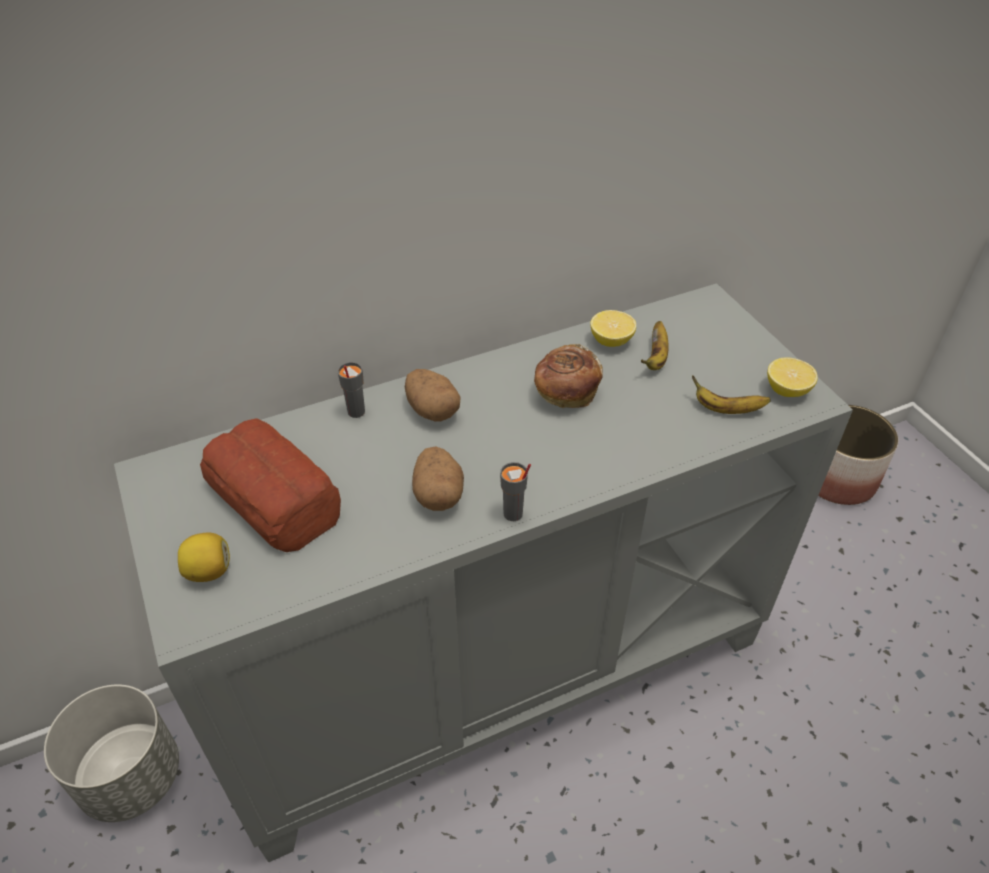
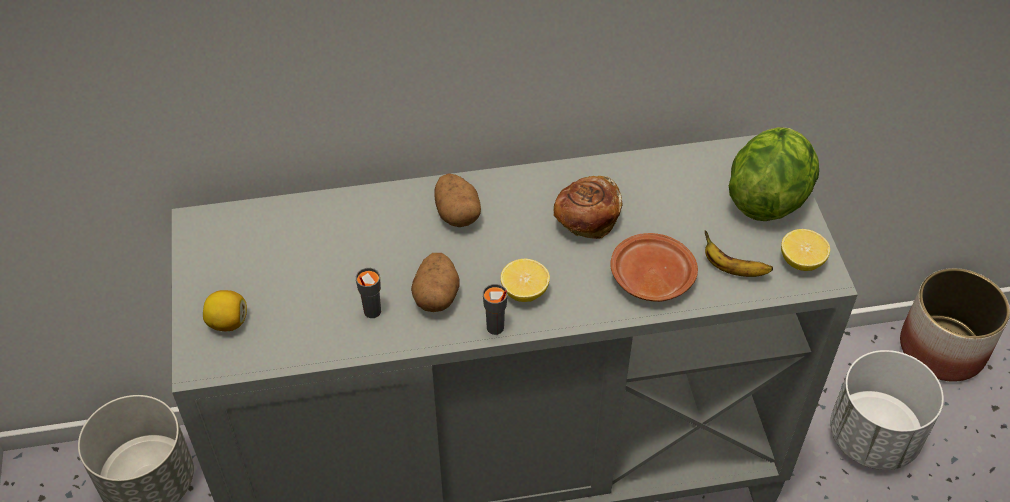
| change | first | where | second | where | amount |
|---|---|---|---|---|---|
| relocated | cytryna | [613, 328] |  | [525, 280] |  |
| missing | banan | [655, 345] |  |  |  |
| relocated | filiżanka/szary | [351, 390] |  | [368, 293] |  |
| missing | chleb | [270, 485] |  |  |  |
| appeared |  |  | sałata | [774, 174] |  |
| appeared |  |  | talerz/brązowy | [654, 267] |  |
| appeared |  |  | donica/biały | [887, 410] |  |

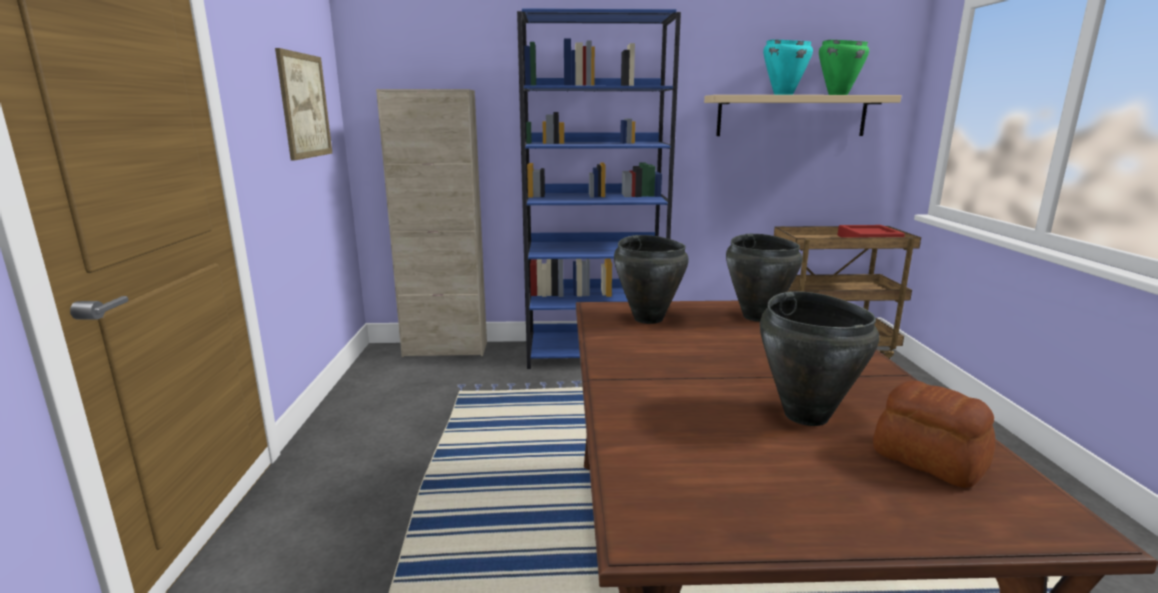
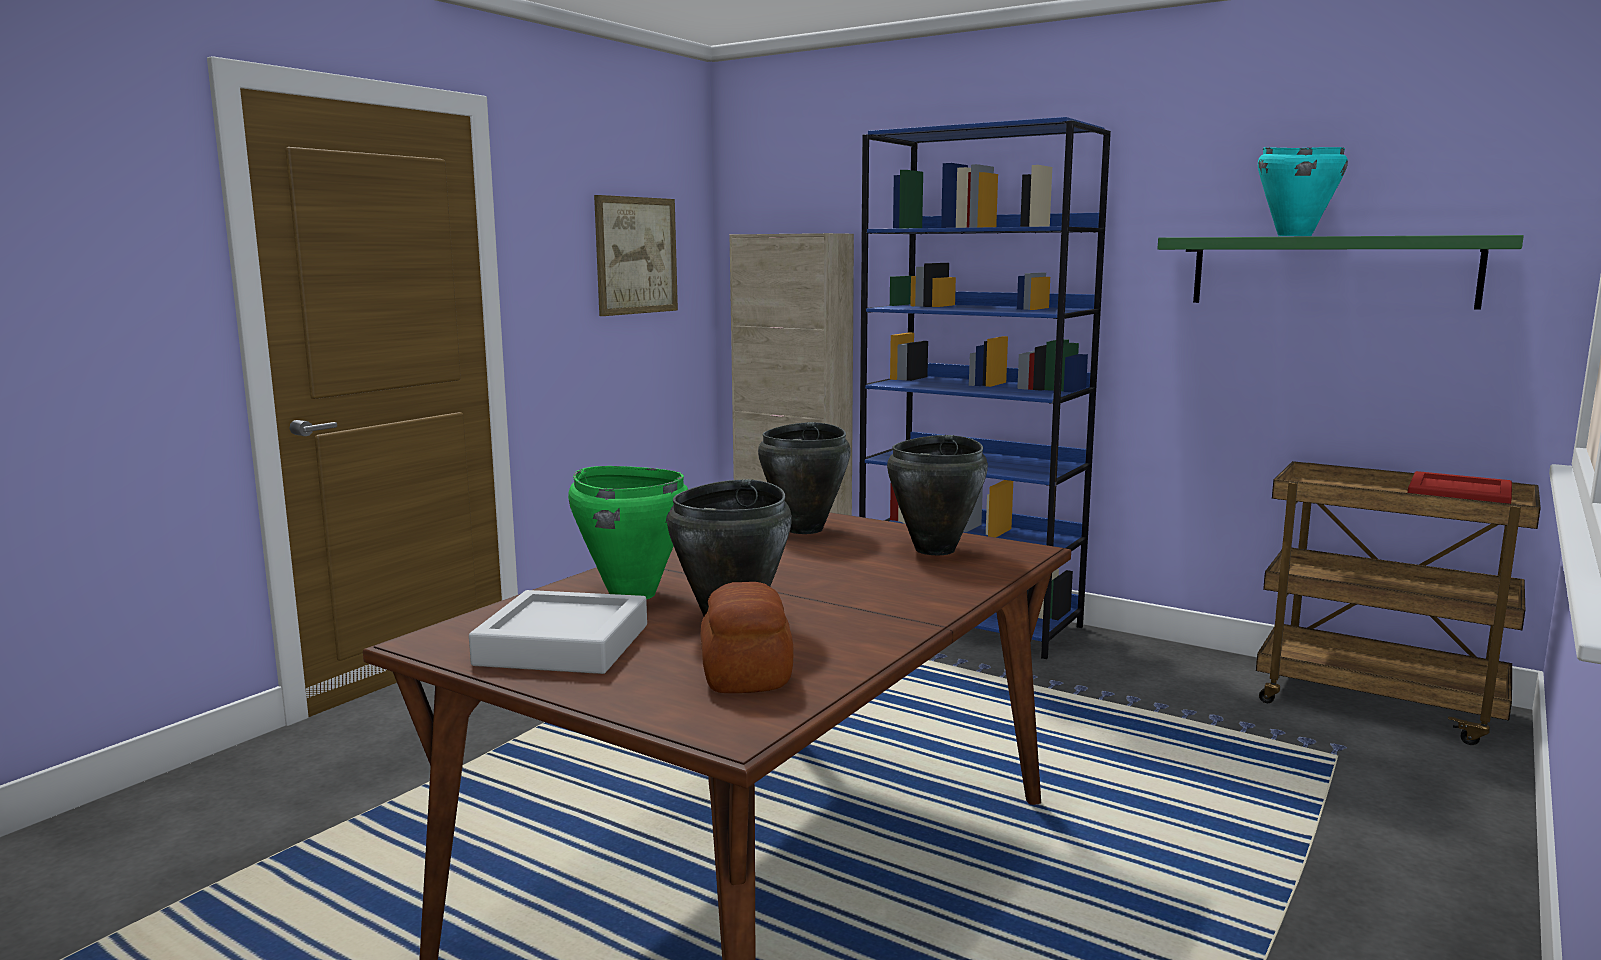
| change | first | where | second | where | amount |
|---|---|---|---|---|---|
| relocated | garnek/zielony | [844, 67] |  | [628, 532] |  |
| colour | półka/beżowy | [803, 115] | półka/zielony | [1340, 272] |  |
| appeared |  |  | taca/szary | [558, 632] |  |

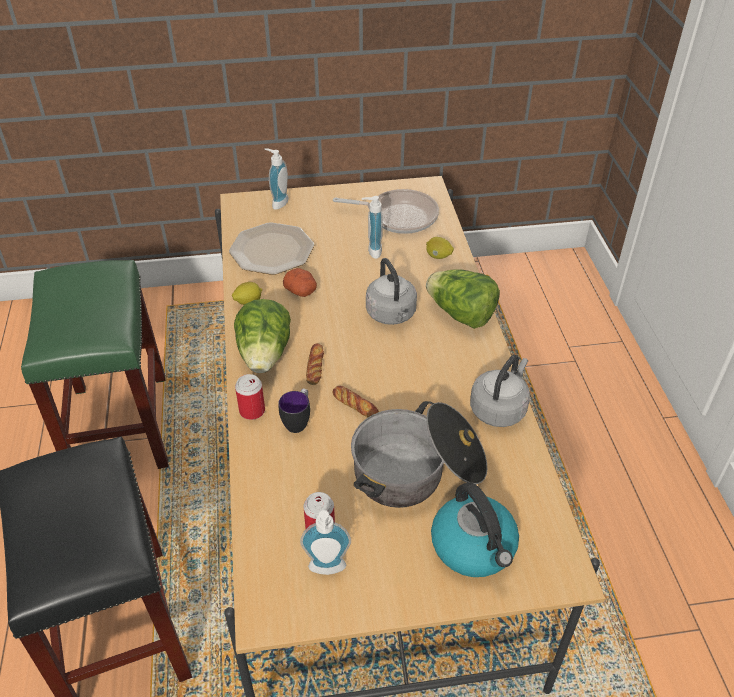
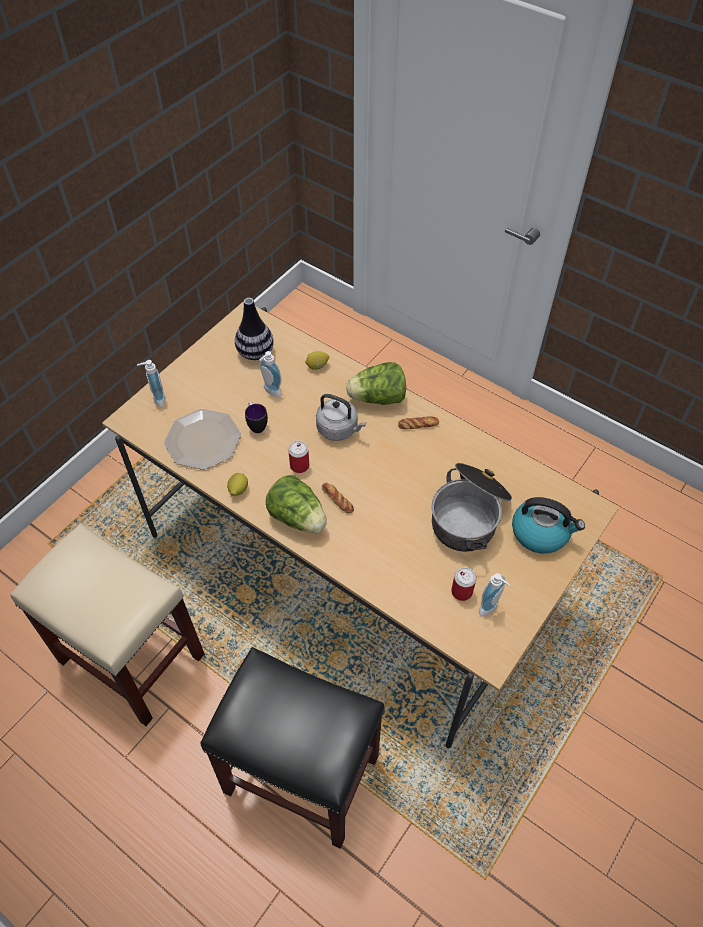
| change | first | where | second | where | amount |
|---|---|---|---|---|---|
| exchanged | patelnia | [386, 211] | wazon | [254, 329] |  |
| colour | stołek/zielony | [94, 364] | stołek/beżowy | [107, 625] |  |
| missing | ziemniak | [300, 282] |  |  |  |
| missing | czajnik/szary | [500, 391] |  |  |  |
| relocated | puszka | [250, 397] |  | [298, 457] |  |
| relocated | chleb | [355, 401] |  | [418, 422] |  |
| relocated | kubek | [294, 411] |  | [256, 417] |  |

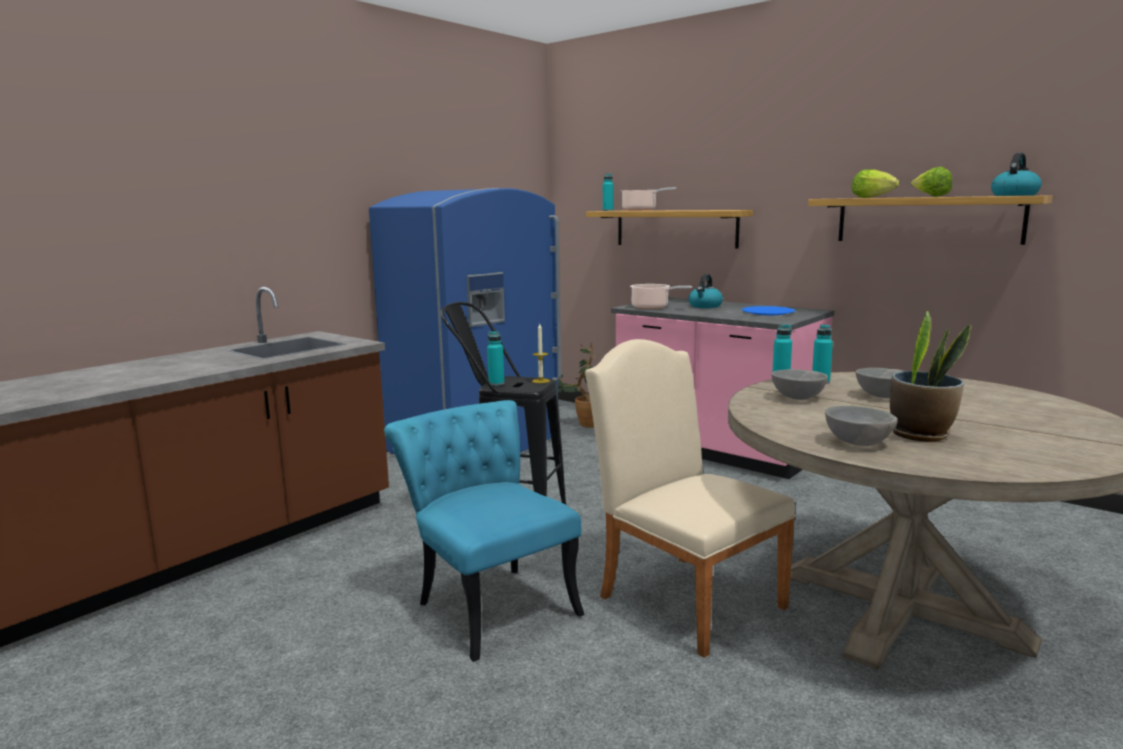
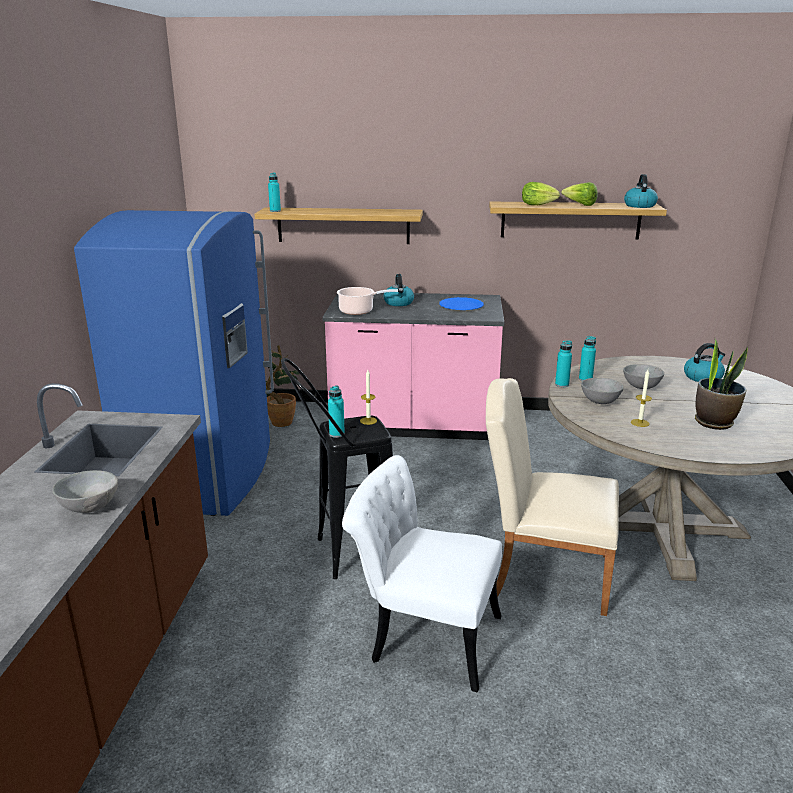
| change | first | where | second | where | amount |
|---|---|---|---|---|---|
| missing | garnek | [649, 199] |  |  |  |
| colour | krzesło/turkusowy | [484, 531] | krzesło/biały | [422, 573] |  |
| relocated | miska/szary | [861, 426] |  | [85, 491] |  |
| appeared |  |  | czajnik | [704, 362] |  |
| appeared |  |  | świeca | [641, 398] |  |

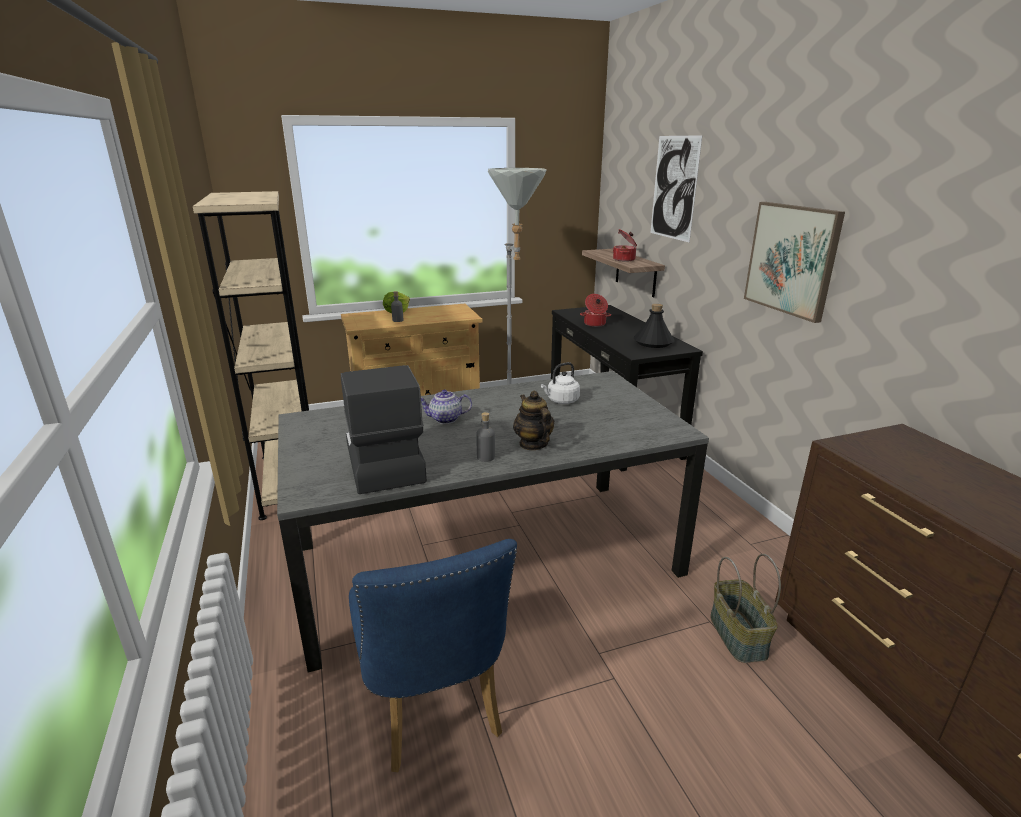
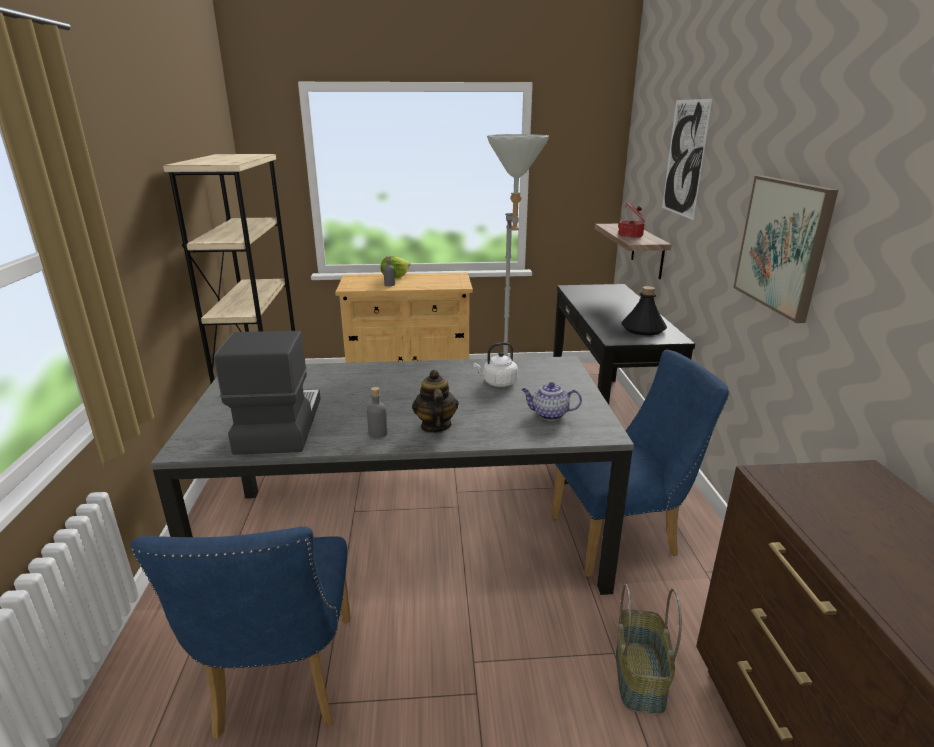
| change | first | where | second | where | amount |
|---|---|---|---|---|---|
| missing | garnek | [595, 310] |  |  |  |
| relocated | imbryk | [446, 407] |  | [552, 401] |  |
| appeared |  |  | krzesło/niebieski | [640, 463] |  |

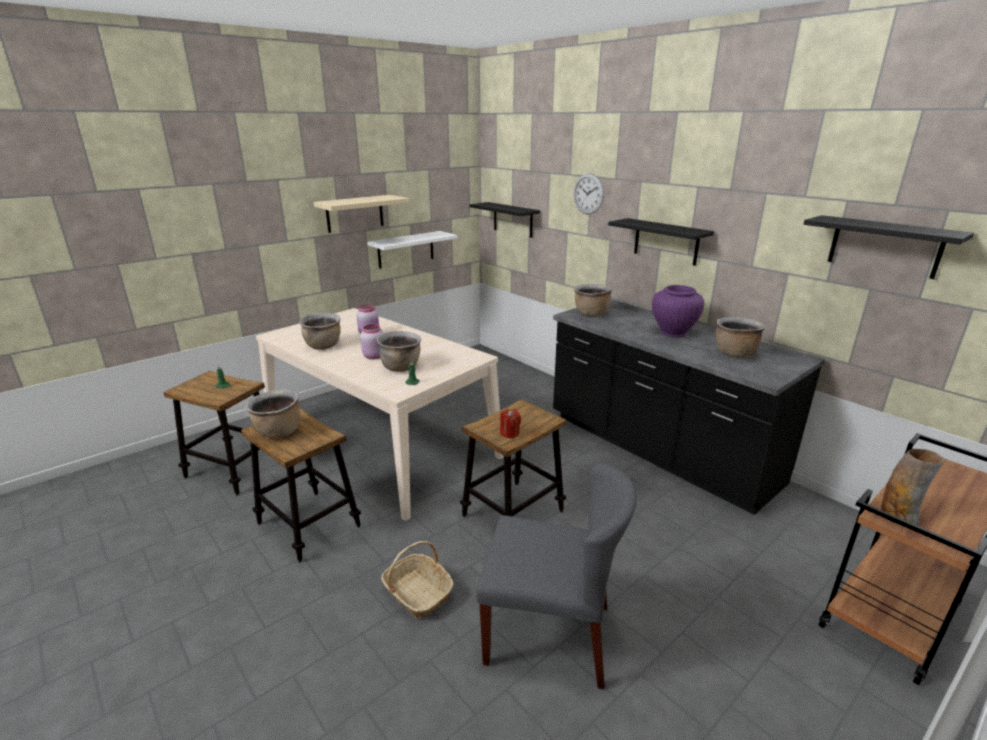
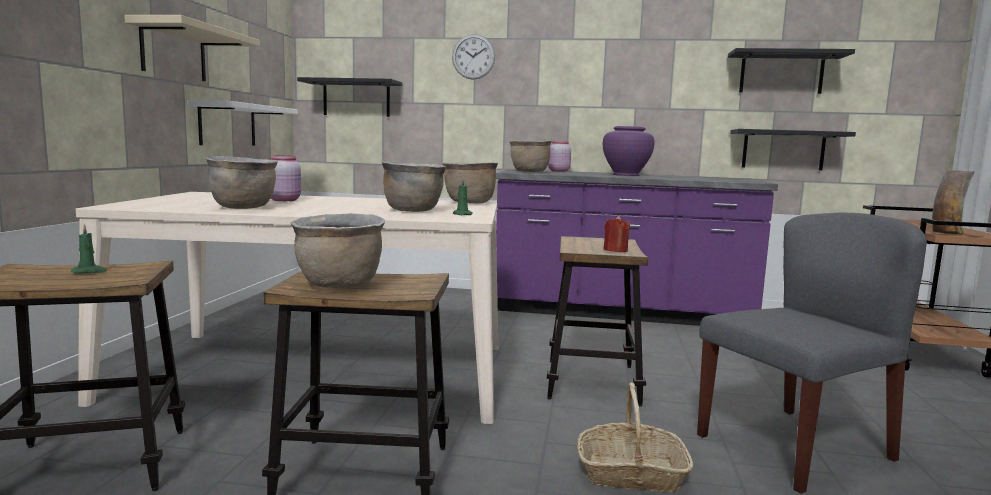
| change | first | where | second | where | amount |
|---|---|---|---|---|---|
| relocated | półka/czarny | [661, 242] |  | [793, 149] |  |
| colour | zabudowa kuchenna/czarny | [689, 407] | zabudowa kuchenna/fioletowy | [637, 247] |  |
| relocated | garnek/brązowy | [740, 337] |  | [470, 183] |  |
| relocated | słoik/różowy | [372, 342] |  | [559, 156] |  |

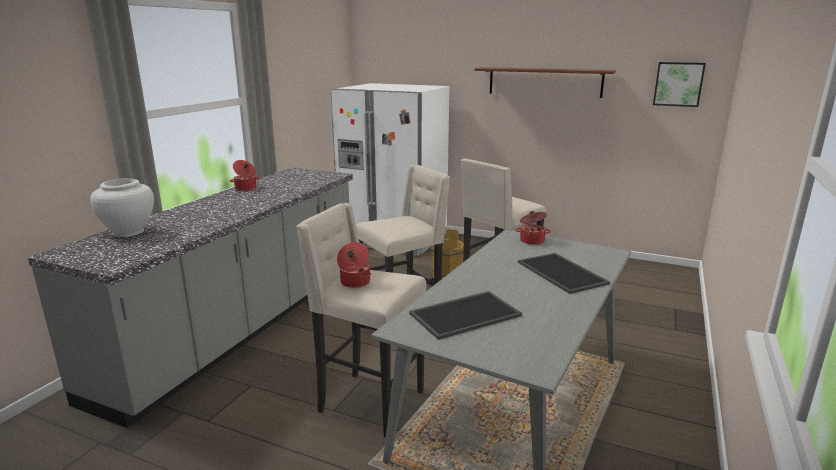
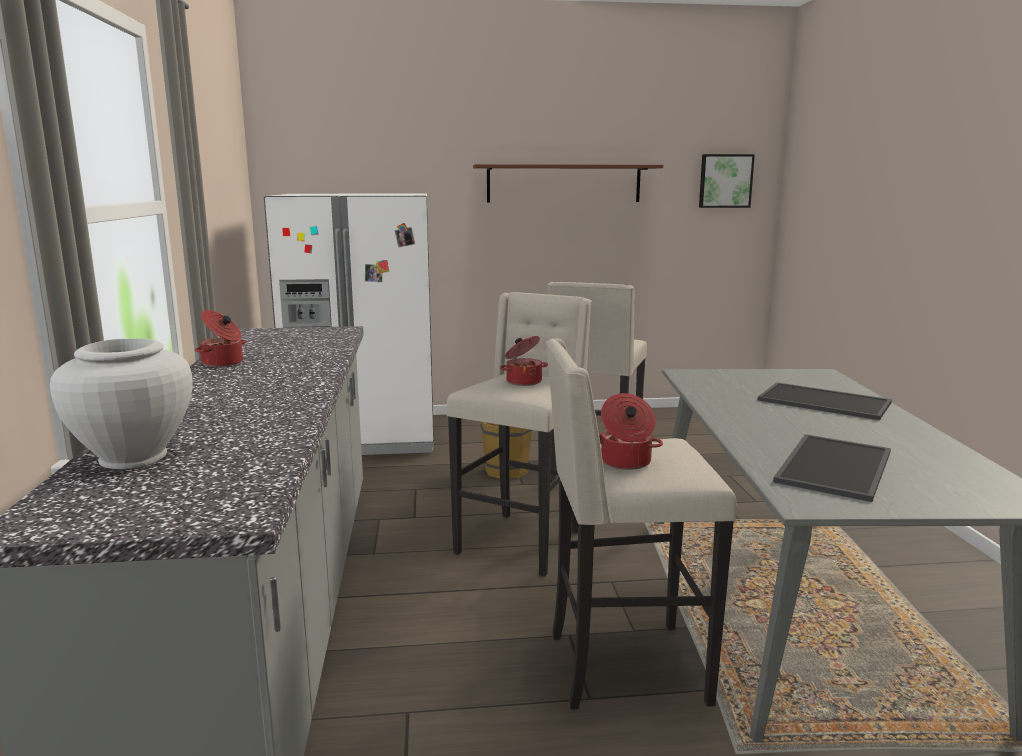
| change | first | where | second | where | amount |
|---|---|---|---|---|---|
| relocated | garnek | [533, 228] |  | [524, 361] |  |

